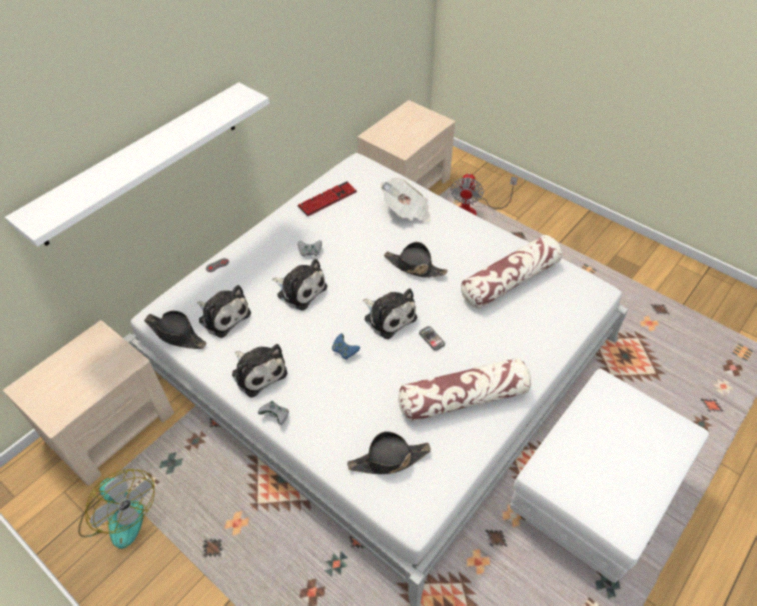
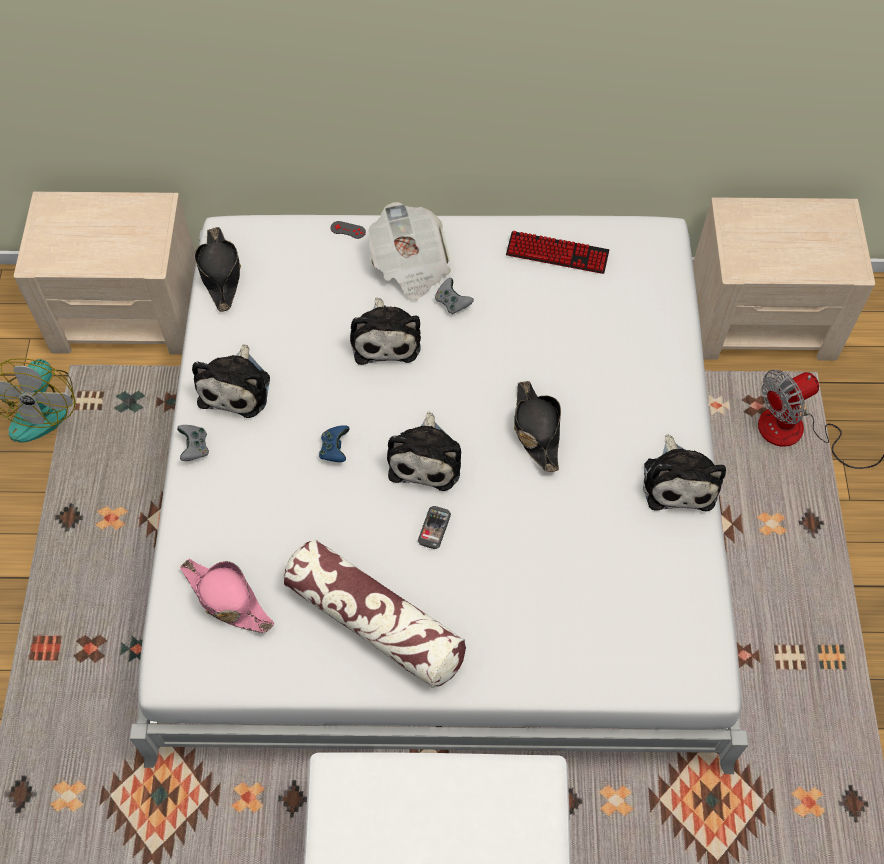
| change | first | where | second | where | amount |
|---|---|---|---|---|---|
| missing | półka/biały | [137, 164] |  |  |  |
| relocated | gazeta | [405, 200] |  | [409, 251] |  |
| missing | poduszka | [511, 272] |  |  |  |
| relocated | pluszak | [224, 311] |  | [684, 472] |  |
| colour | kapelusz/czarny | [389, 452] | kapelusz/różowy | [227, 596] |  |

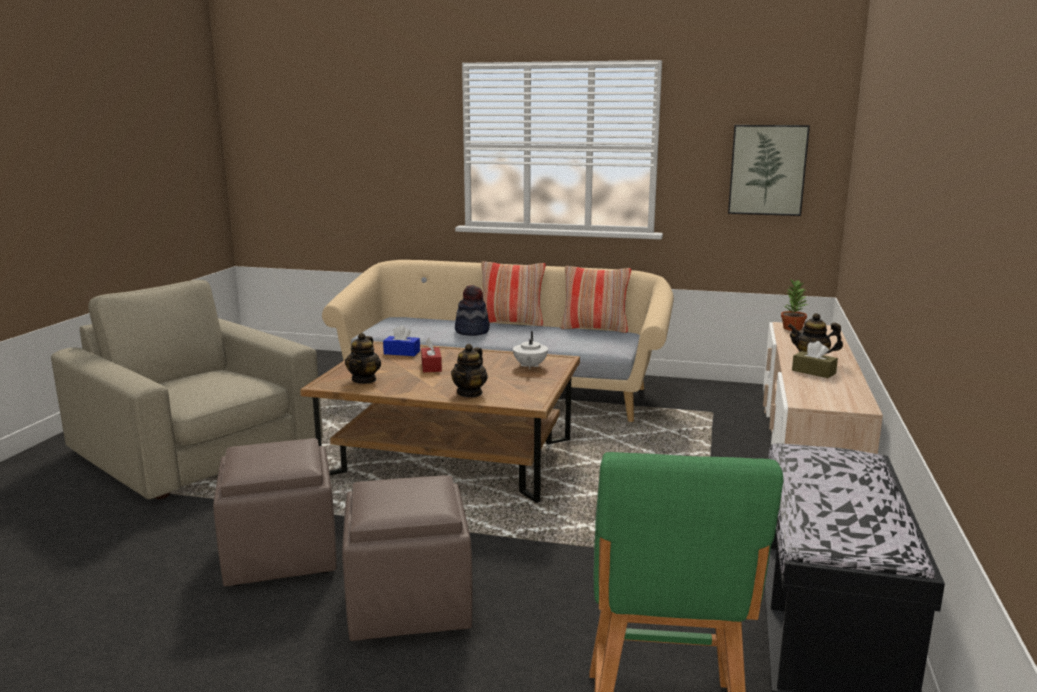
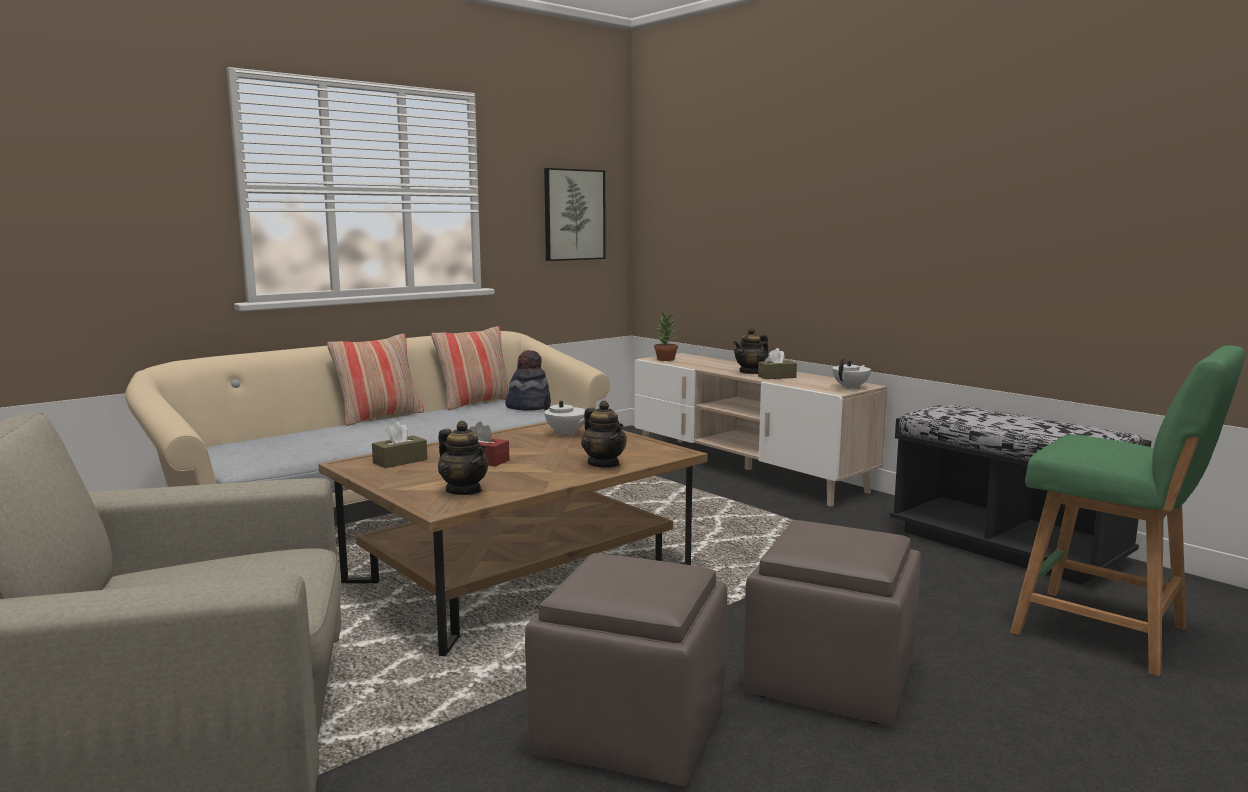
| change | first | where | second | where | amount |
|---|---|---|---|---|---|
| relocated | kapelusz | [472, 310] |  | [528, 380] |  |
| colour | pudełko chusteczek/niebieski | [401, 340] | pudełko chusteczek/brązowy | [399, 444] |  |
| appeared |  |  | imbryk/biały | [851, 373] |  |

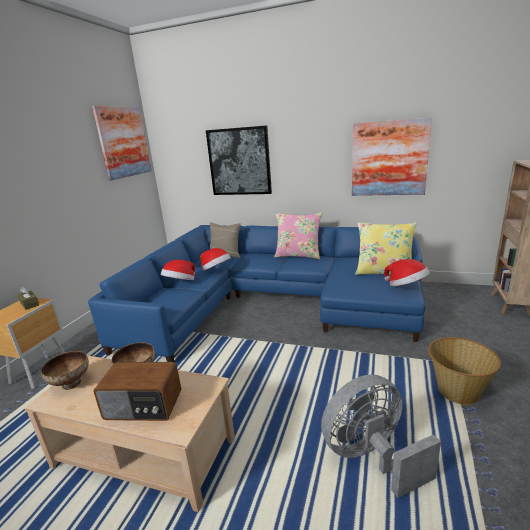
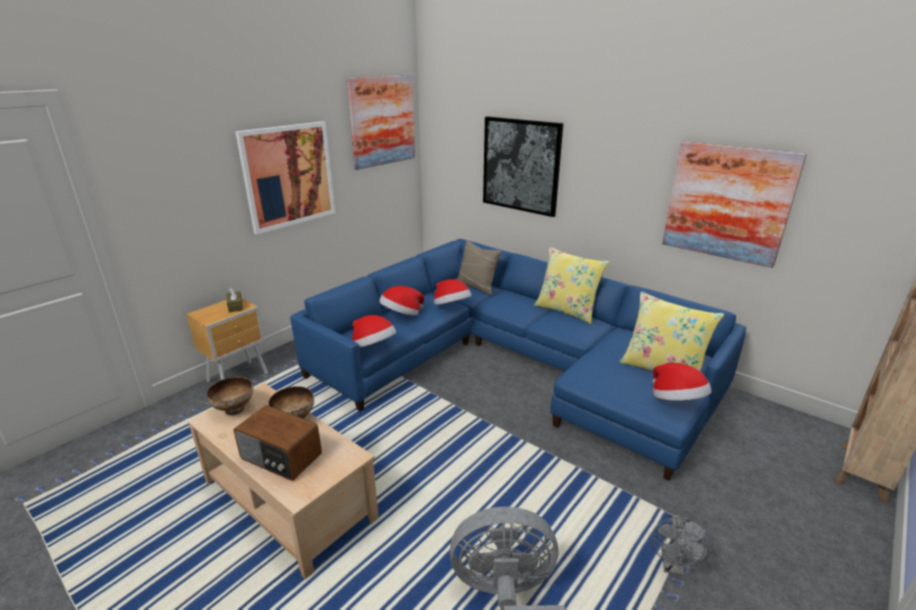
| change | first | where | second | where | amount |
|---|---|---|---|---|---|
| colour | poduszka/różowy | [298, 236] | poduszka/żółty | [571, 285] |  |
| exchanged | koszyk | [464, 371] | wentylator/szary | [682, 545] |  |
| appeared |  |  | obraz | [285, 177] |  |
| appeared |  |  | kapelusz | [374, 331] |  |

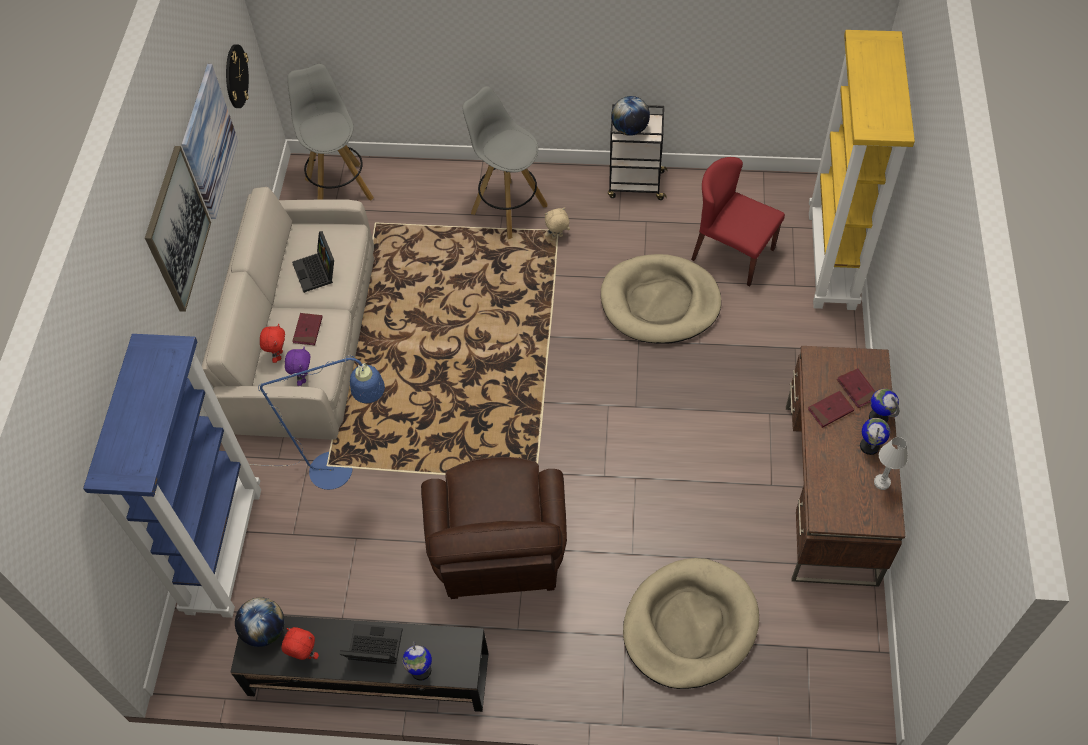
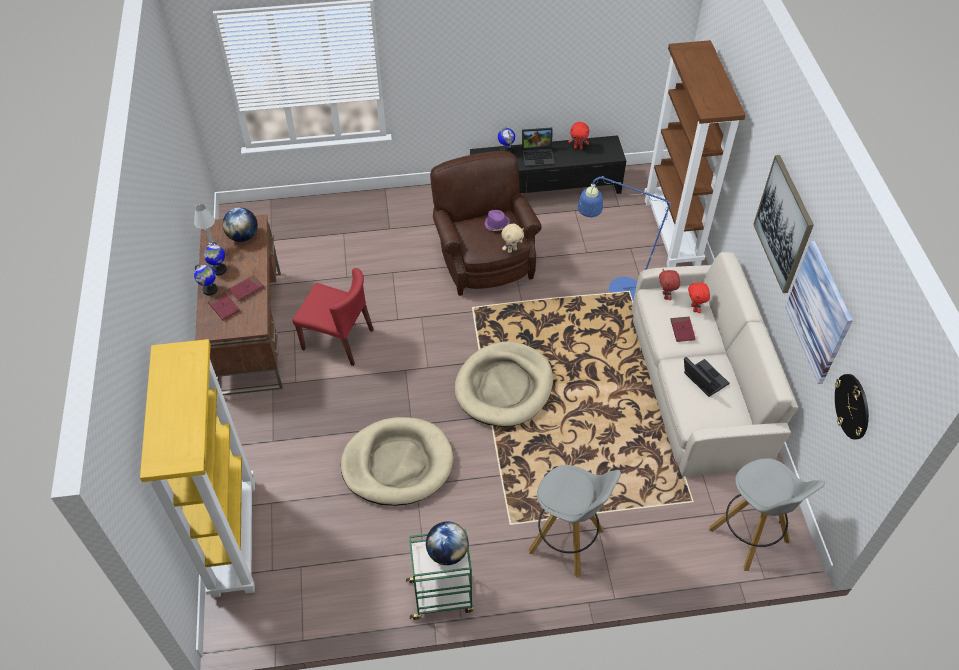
| change | first | where | second | where | amount |
|---|---|---|---|---|---|
| colour | wózek/czarny | [637, 152] | wózek/zielony | [440, 574] |  |
| relocated | krzesło/czerwony | [738, 221] |  | [333, 317] |  |
| relocated | pluszak/beżowy | [557, 223] |  | [512, 238] |  |
| colour | regał/niebieski | [172, 476] | regał/brązowy | [695, 153] |  |
| colour | pluszak/fioletowy | [298, 366] | pluszak/czerwony | [669, 284] |  |
| relocated | legowisko/beżowy | [691, 623] |  | [504, 384] |  |
| relocated | globus | [260, 622] |  | [240, 225] |  |
| appeared |  |  | kapelusz/fioletowy | [497, 220] |  |

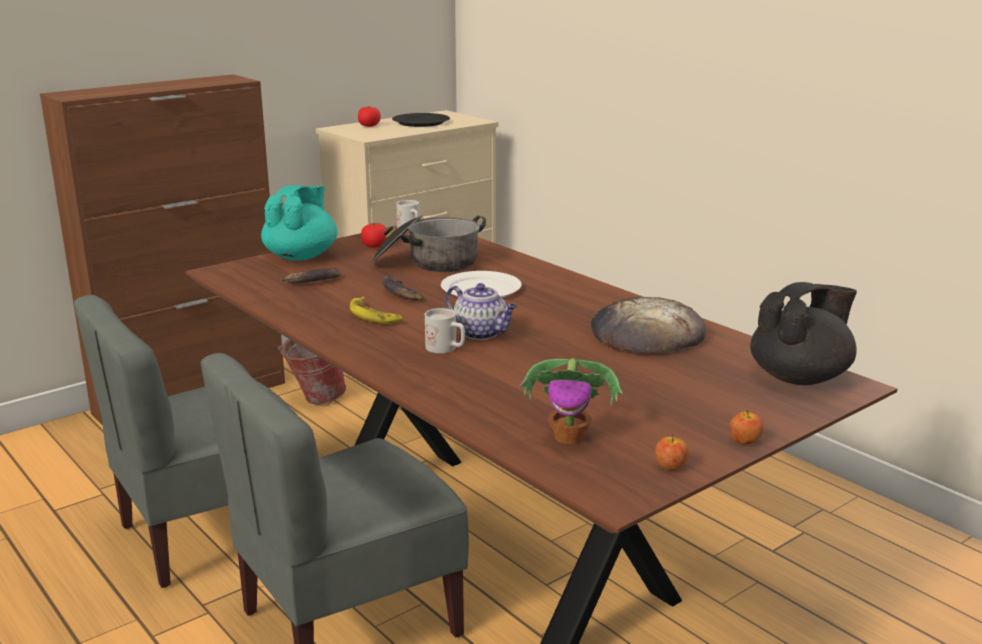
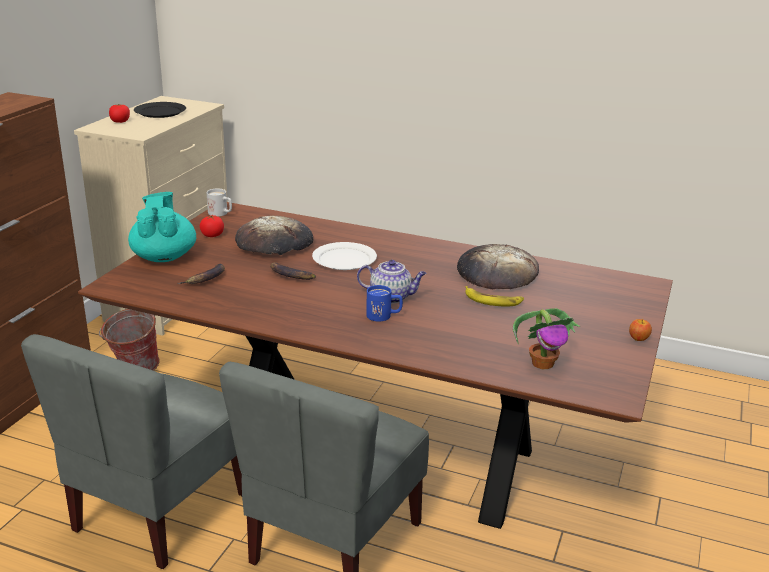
| change | first | where | second | where | amount |
|---|---|---|---|---|---|
| exchanged | garnek | [428, 243] | chleb | [274, 235] |  |
| missing | imbryk/czarny | [803, 333] |  |  |  |
| relocated | banan | [376, 310] |  | [494, 296] |  |
| colour | kubek/biały | [445, 331] | kubek/niebieski | [384, 303] |  |
| missing | jabłko | [672, 452] |  |  |  |

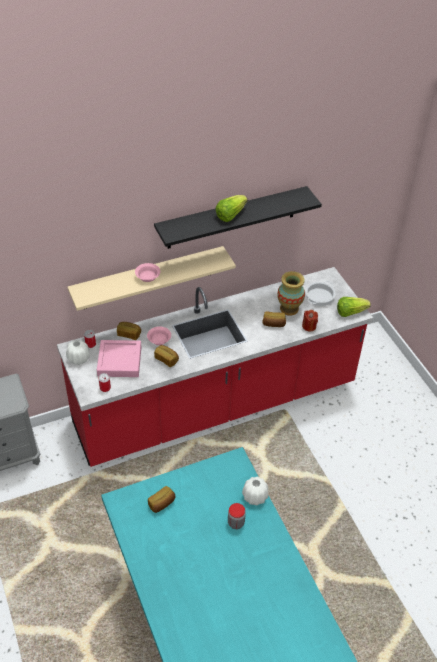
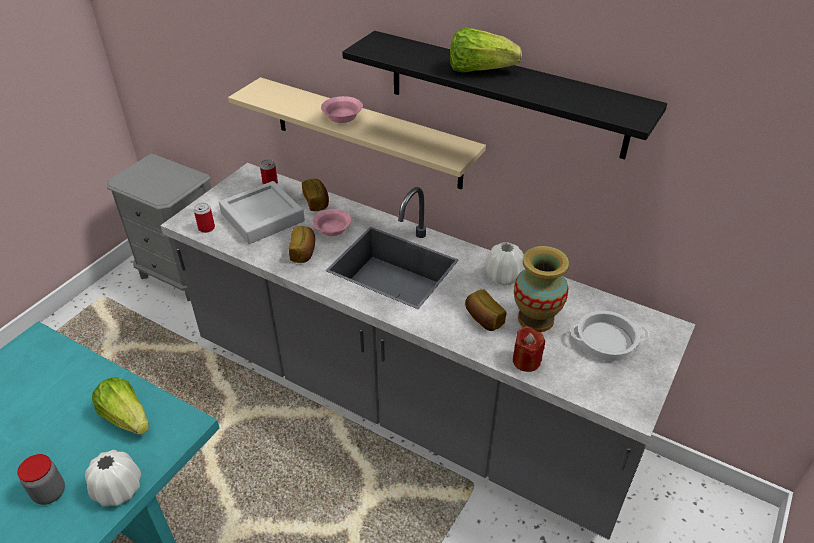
| change | first | where | second | where | amount |
|---|---|---|---|---|---|
| colour | zabudowa kuchenna/czerwony | [215, 367] | zabudowa kuchenna/szary | [427, 351] |  |
| relocated | sałata | [354, 307] |  | [120, 405] |  |
| relocated | wazon/biały | [78, 352] |  | [504, 264] |  |
| colour | taca/różowy | [119, 358] | taca/szary | [262, 212] |  |
| missing | chleb | [162, 499] |  |  |  |

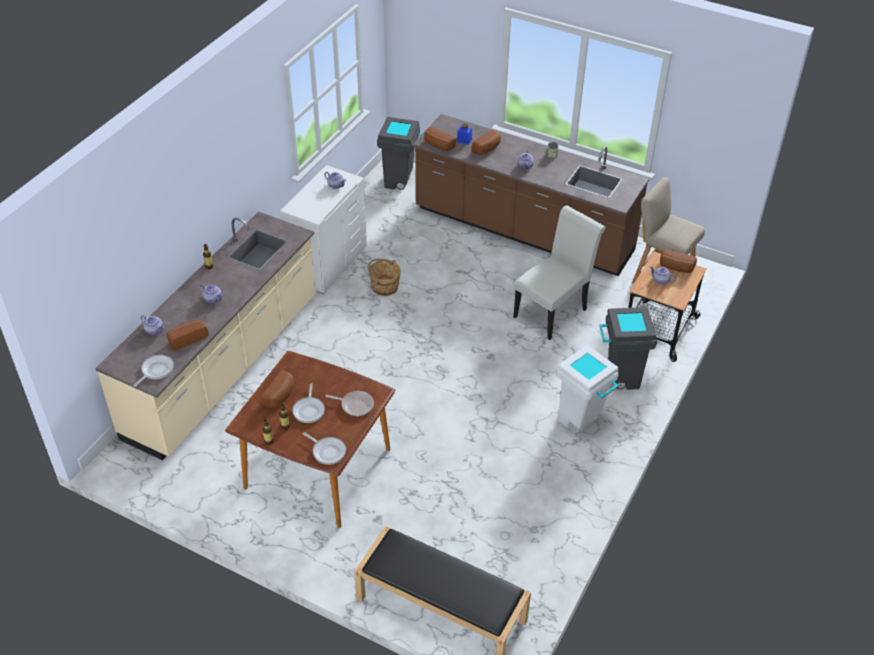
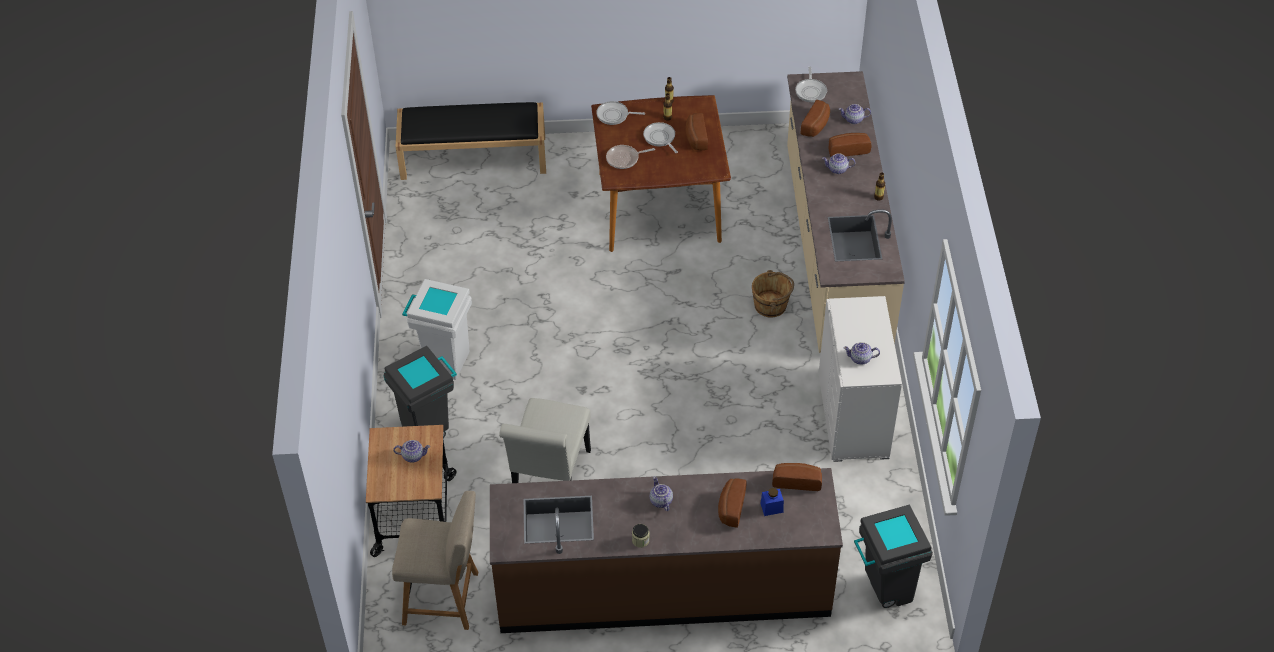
| change | first | where | second | where | amount |
|---|---|---|---|---|---|
| relocated | chleb | [678, 261] |  | [850, 145] |  |
| relocated | wiadro/brązowy | [384, 277] |  | [773, 293] |  |

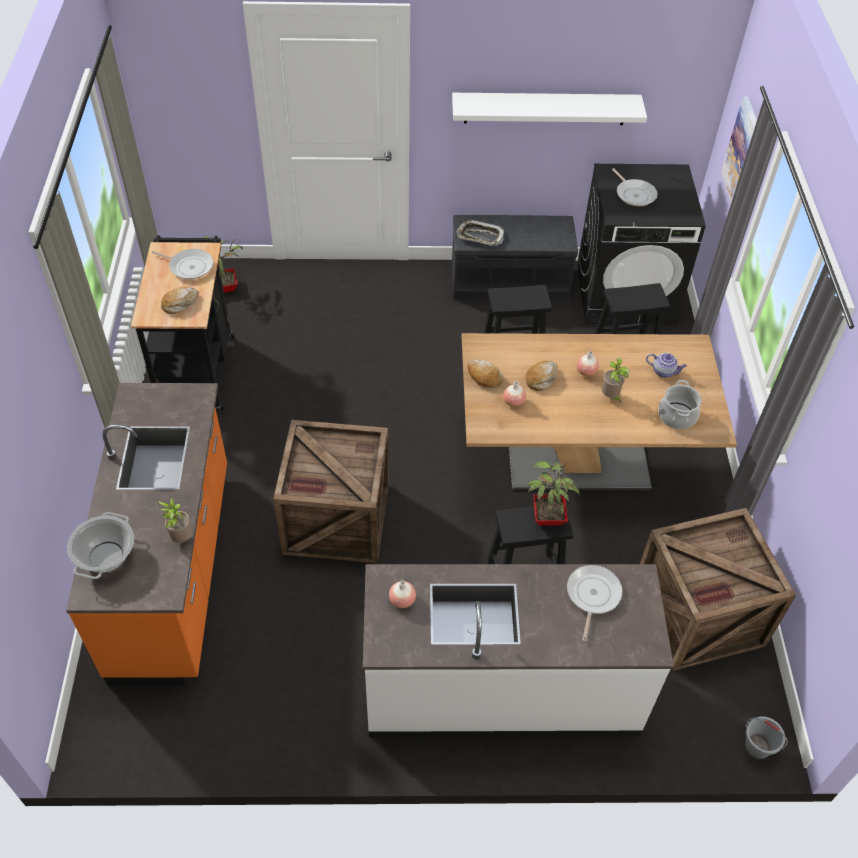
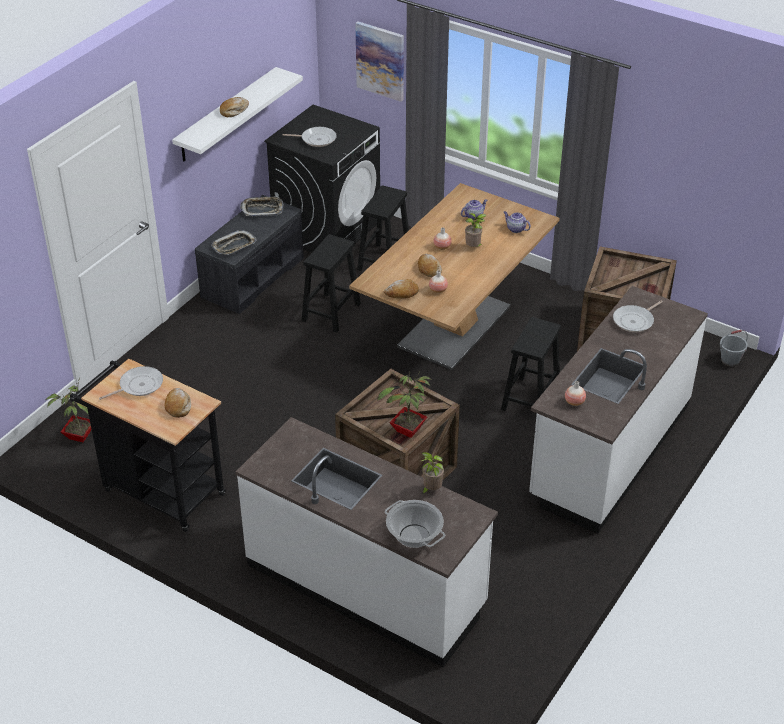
| change | first | where | second | where | amount |
|---|---|---|---|---|---|
| exchanged | garnek | [680, 404] | imbryk | [517, 222] |  |
| colour | zabudowa kuchenna/pomarańczowy | [146, 534] | zabudowa kuchenna/biały | [367, 542] |  |
| relocated | roślina doniczkowa | [553, 488] |  | [404, 404] |  |
| spun | patelnia | [594, 603] |  | [638, 316] | 90 degrees counterclockwise |
| appeared |  |  | chleb | [234, 107] |  |
| appeared |  |  | taca | [262, 206] |  |

